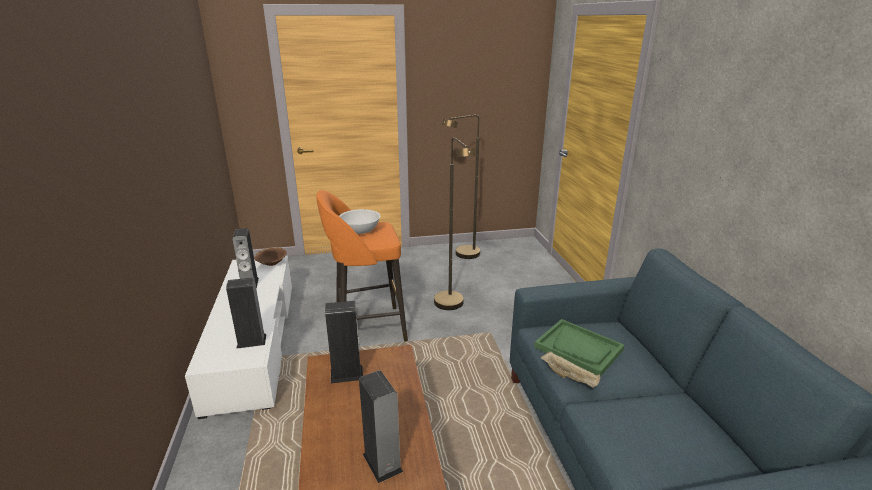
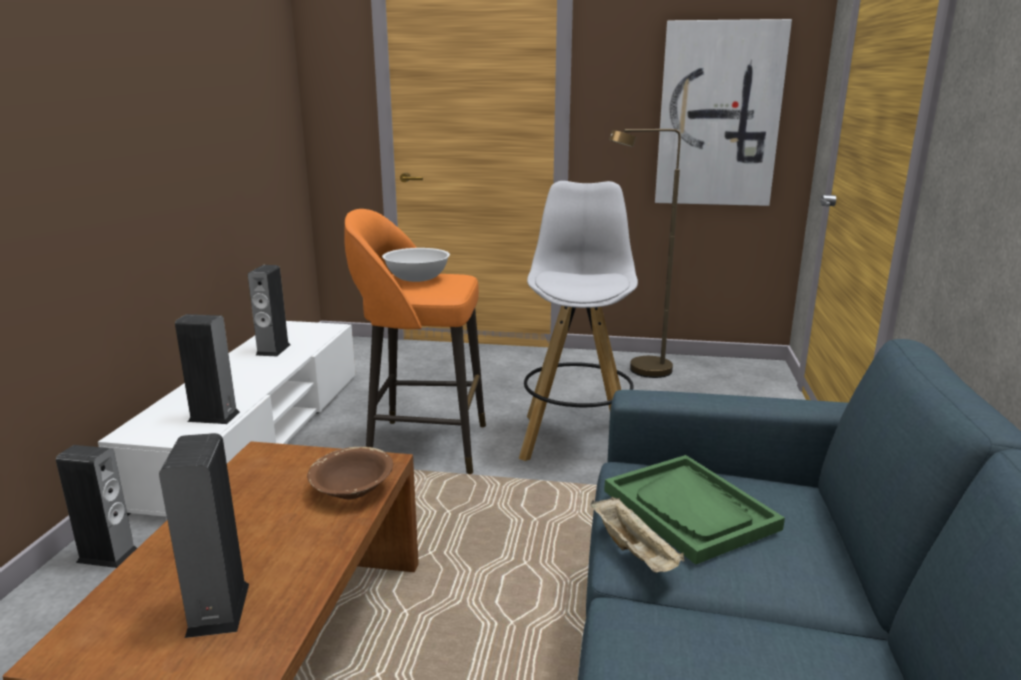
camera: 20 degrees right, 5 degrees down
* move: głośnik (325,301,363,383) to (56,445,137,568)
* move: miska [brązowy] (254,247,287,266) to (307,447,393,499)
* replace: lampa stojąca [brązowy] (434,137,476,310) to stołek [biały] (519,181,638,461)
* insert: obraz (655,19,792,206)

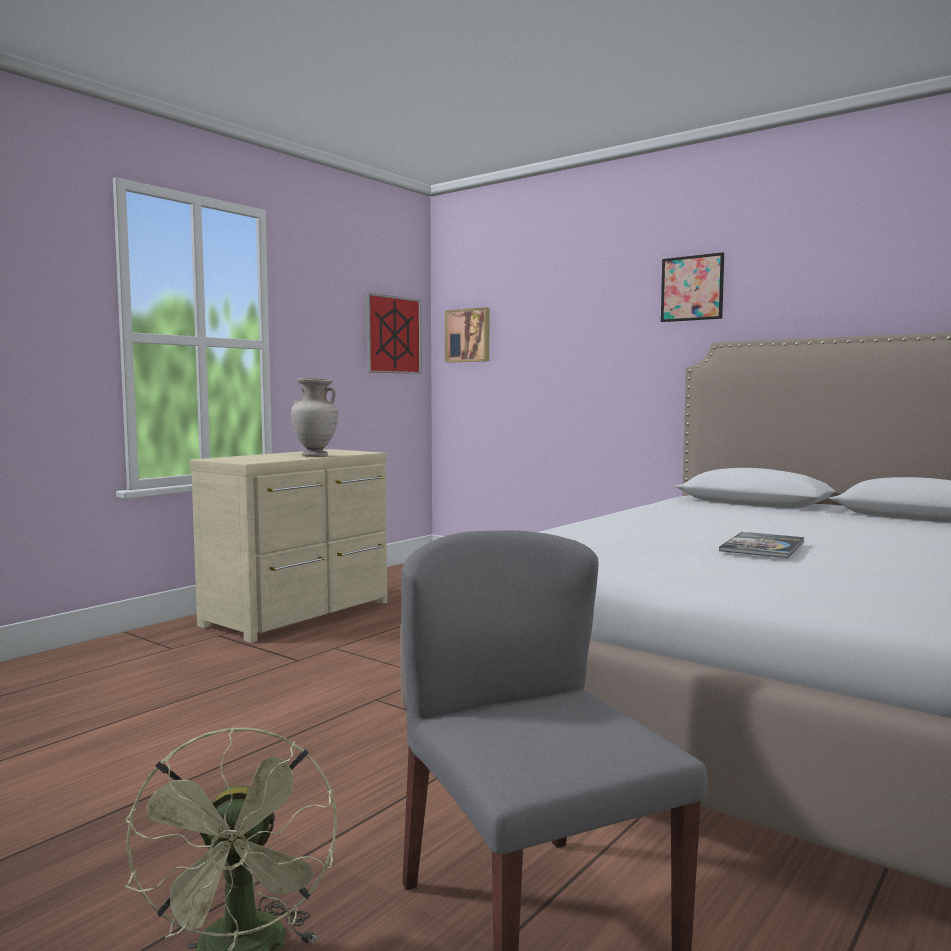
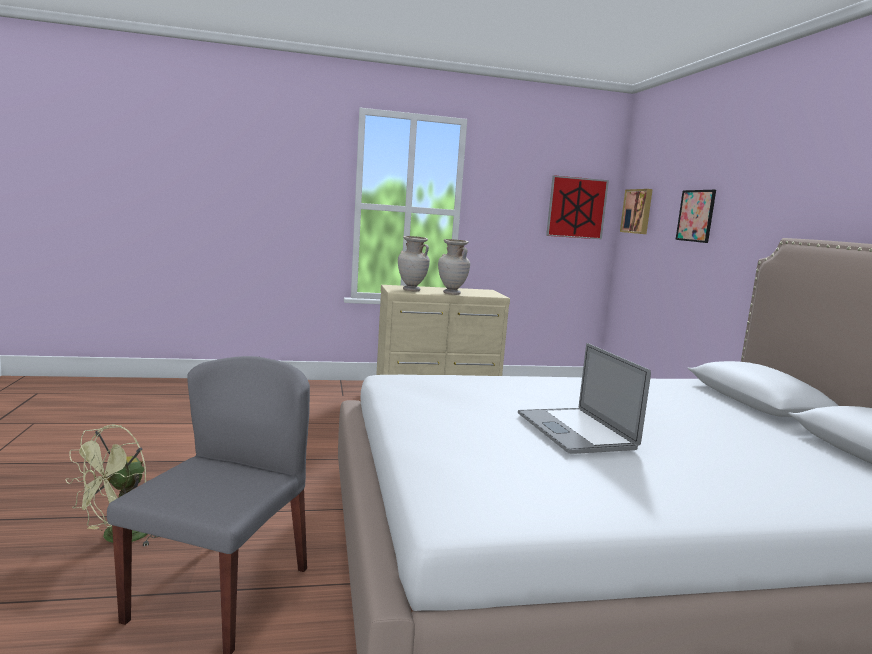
camera: 40 degrees right, 5 degrees up
* insert: wazon [beżowy] (398,236,430,292)
* replace: książka (719,532,805,558) to laptop (518,343,651,454)
* move: obraz (661,252,724,322) to (676,190,716,243)

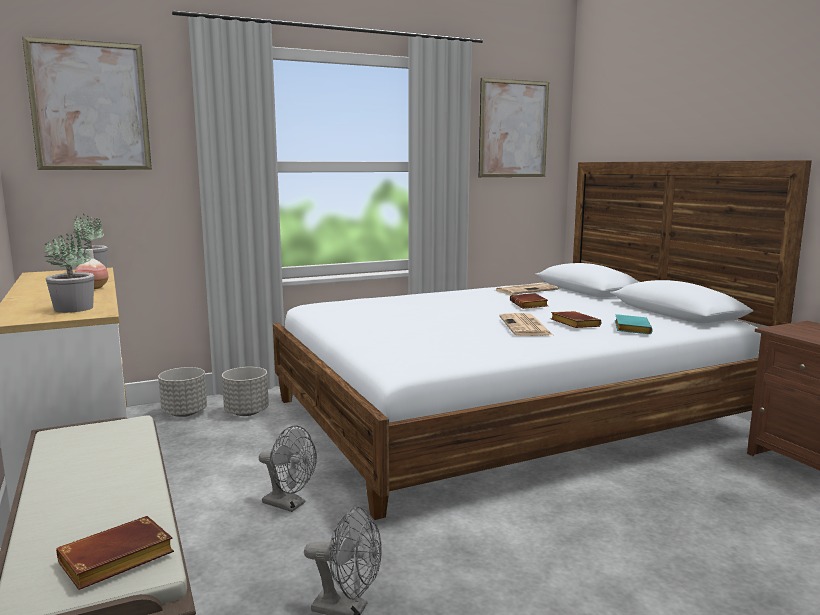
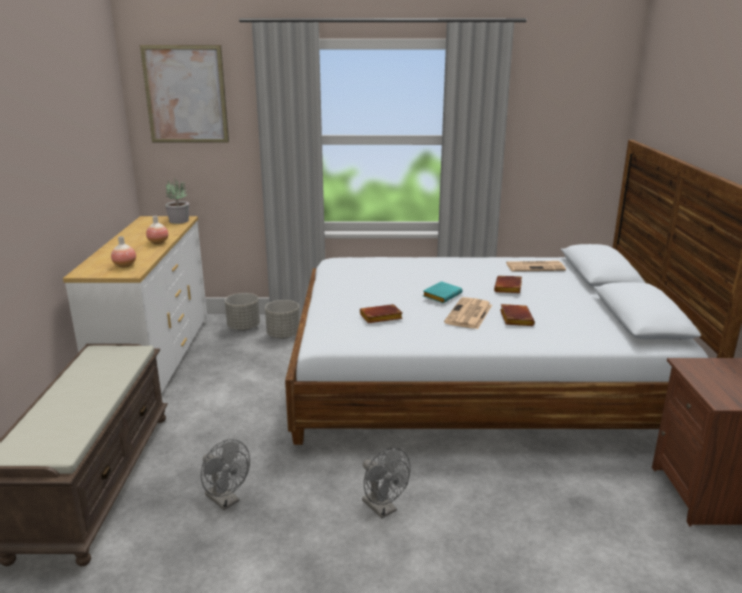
camera: 25 degrees right, 10 degrees up
* replace: roślina doniczkowa (44,231,94,313) to wazon (111,236,136,268)
* move: książka [brązowy] (56,516,174,590) to (360,304,403,323)
* move: wentylator [szary] (259,425,317,512) to (362,448,410,518)
* move: książka [turkusowy] (615,314,653,334) to (423,281,462,303)
* delete: obraz (479,78,549,177)

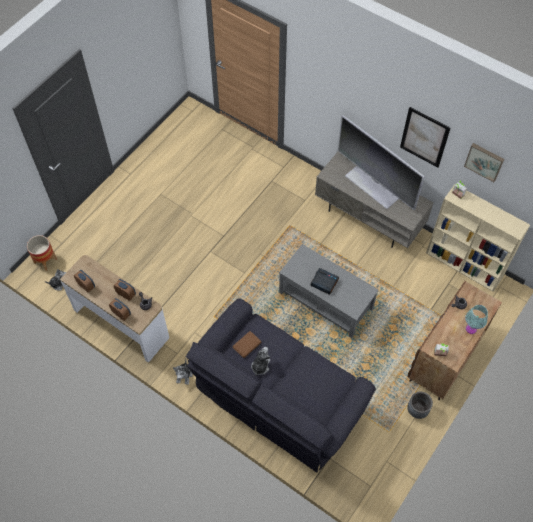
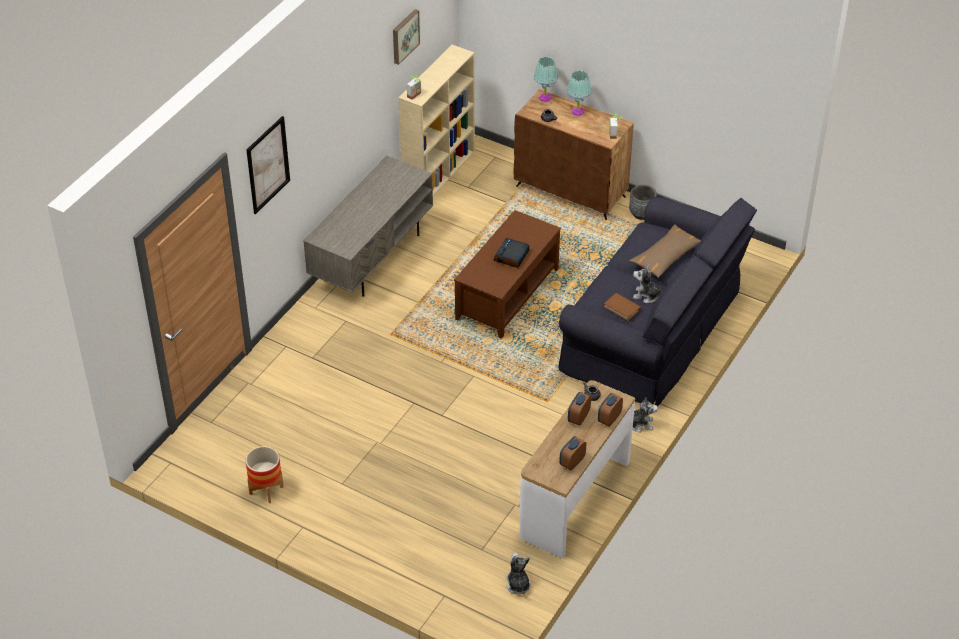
camera: 95 degrees left, 15 degrees down
* move: donica (27,235,57,271) to (245,446,284,503)
* move: obraz (400,107,451,168) to (246,116,290,214)
* recolor: ława [szary] (279,244,379,338) to ława [brązowy] (454,210,561,339)
* insert: lampa stołowa [turkusowy] (534,57,558,102)
* insert: poduszka [brązowy] (629,224,701,278)
* delete: telewizor (337,115,425,211)

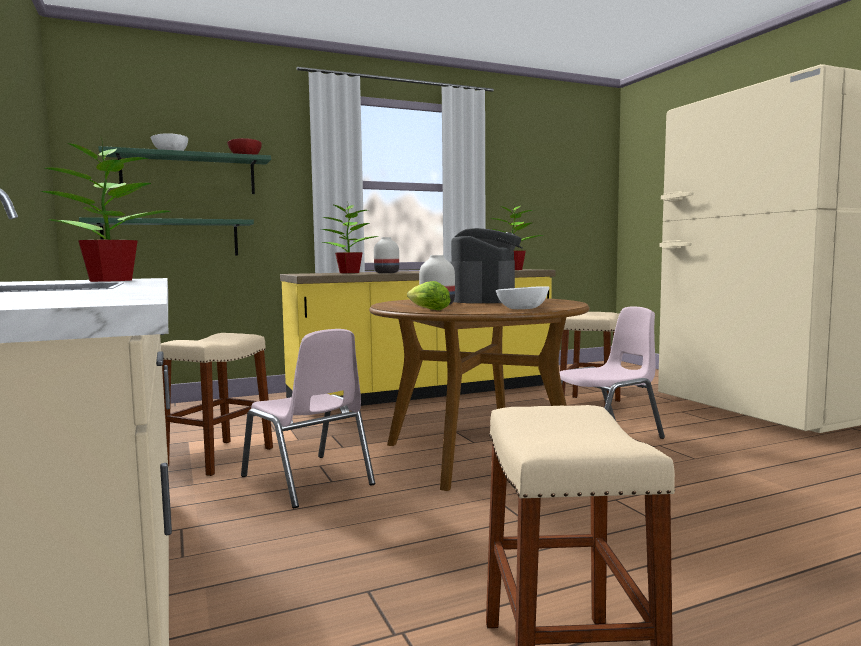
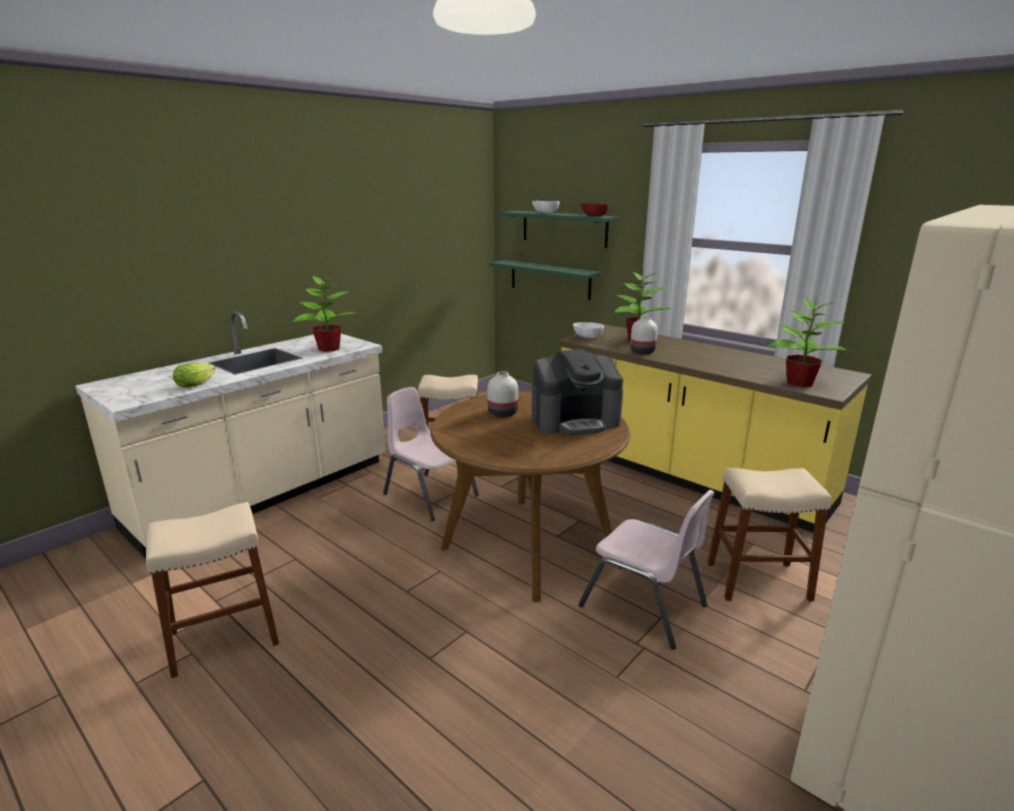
camera: 65 degrees right, 15 degrees up
* move: sałata (407,281,451,310) to (173,363,215,388)
* rotate: krzesło [różowy] (241,329,375,508) = (383,387,479,521) 105 degrees clockwise
* move: miska [biały] (496,286,549,309) to (573,322,604,338)

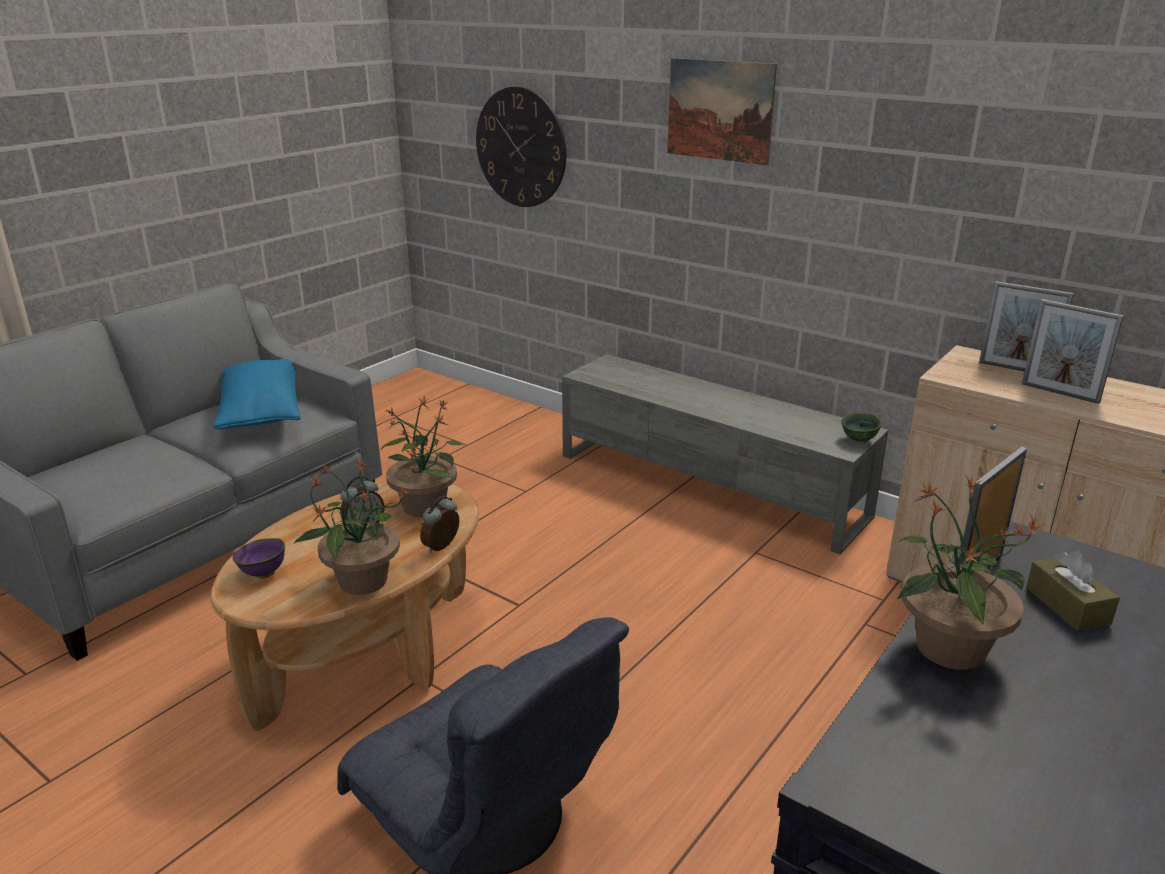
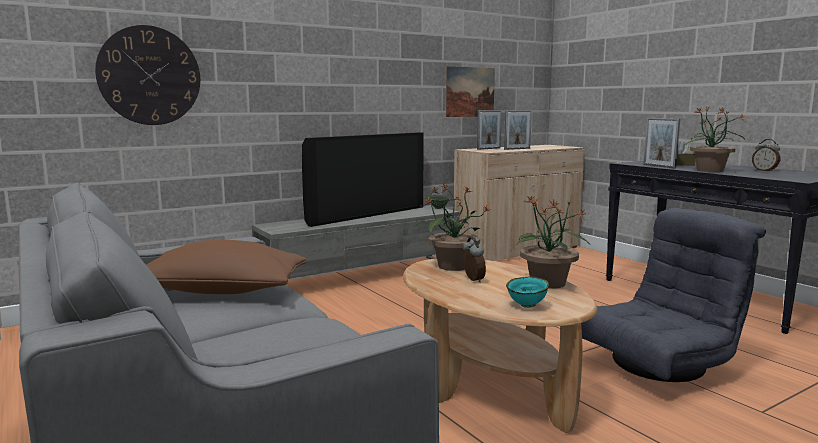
camera: 70 degrees left, 15 degrees down
* recolor: poduszka [niebieski] (213,359,301,429) to poduszka [brązowy] (147,240,307,294)
* insert: telewizor (302,132,424,227)
* move: obraz (667,58,777,165) to (446,66,495,117)
* recolor: miska [fioletowy] (232,538,285,579) to miska [turkusowy] (506,277,549,308)
* move: budzik (420,496,459,553) to (752,139,780,172)

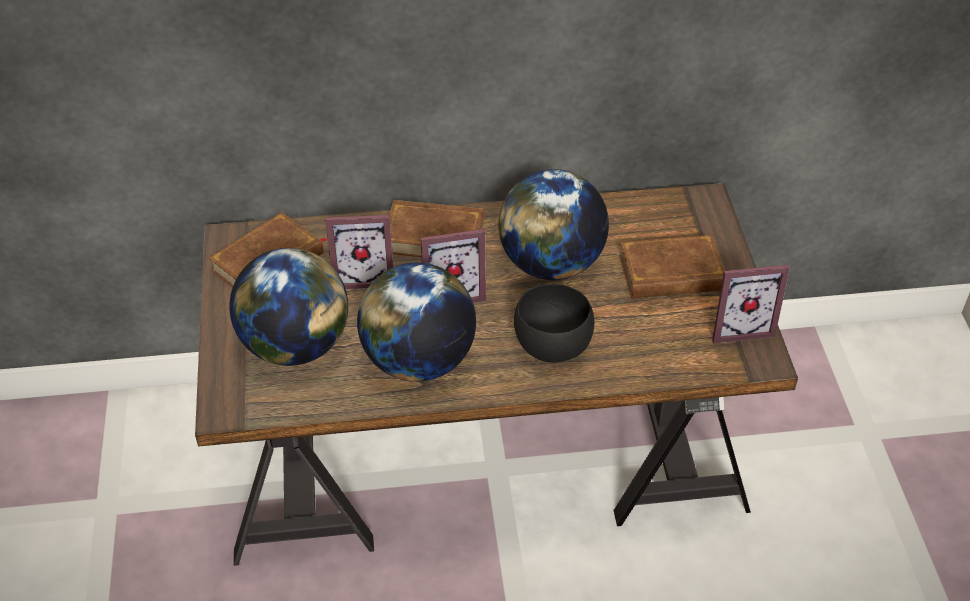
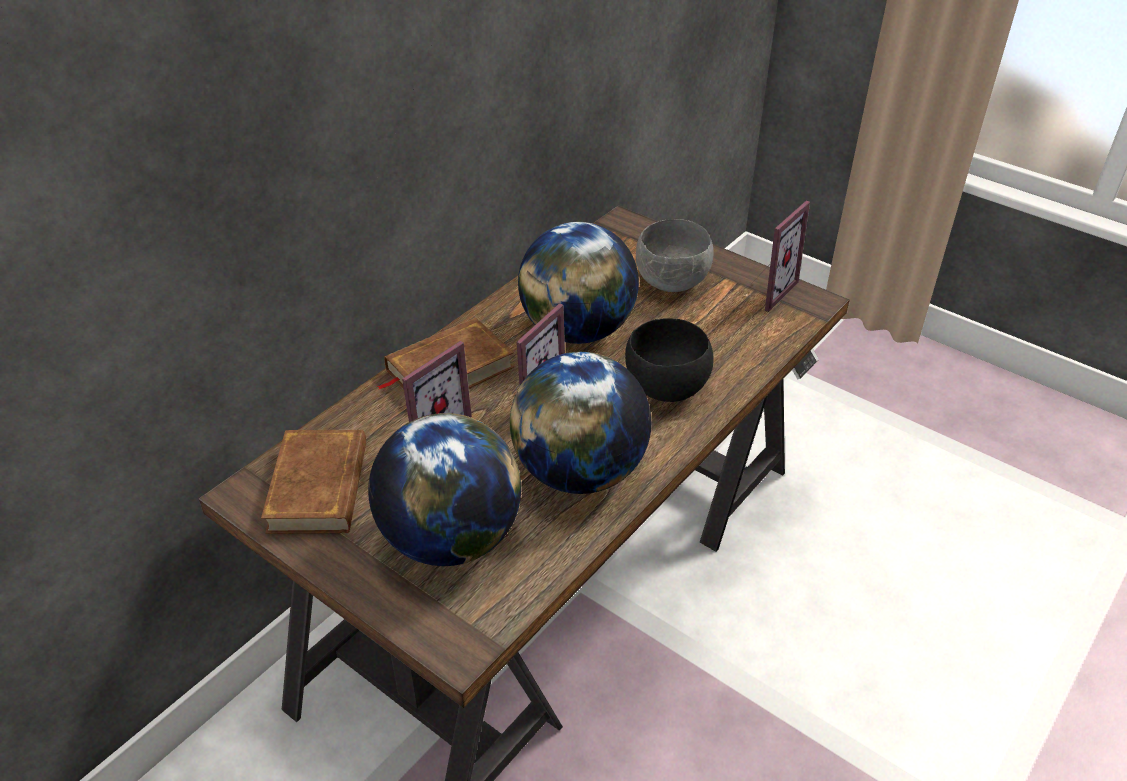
camera: 45 degrees left, 5 degrees down
* replace: książka [brązowy] (619,235,725,298) to miska [szary] (636,219,714,292)

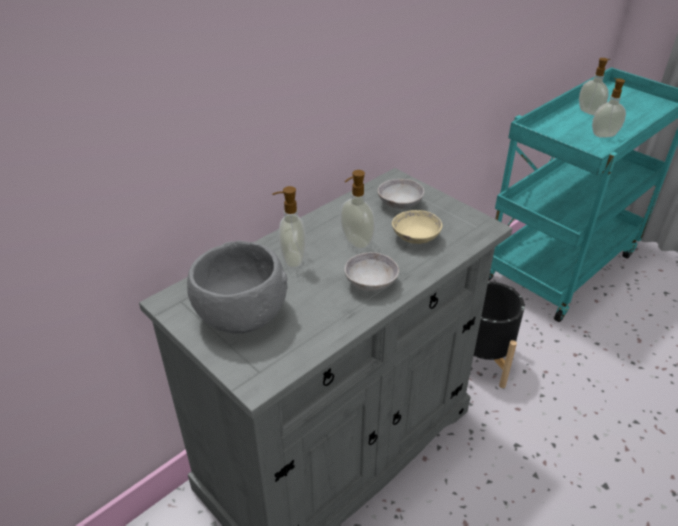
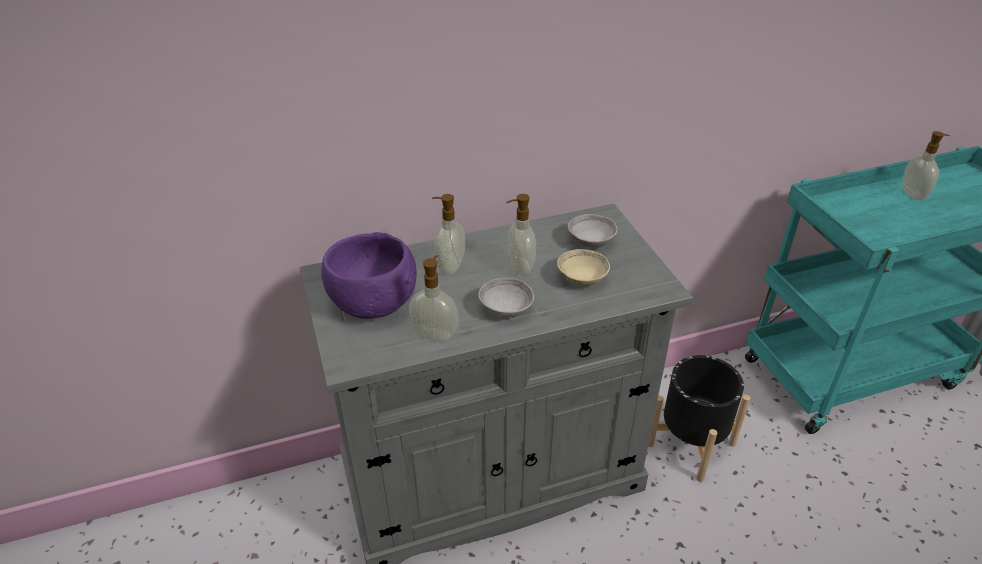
camera: 25 degrees right, 0 degrees up
* recolor: miska [szary] (187,241,288,334) to miska [fioletowy] (321,232,417,319)
* move: dozownik mydła (592,78,626,138) to (409,255,459,342)

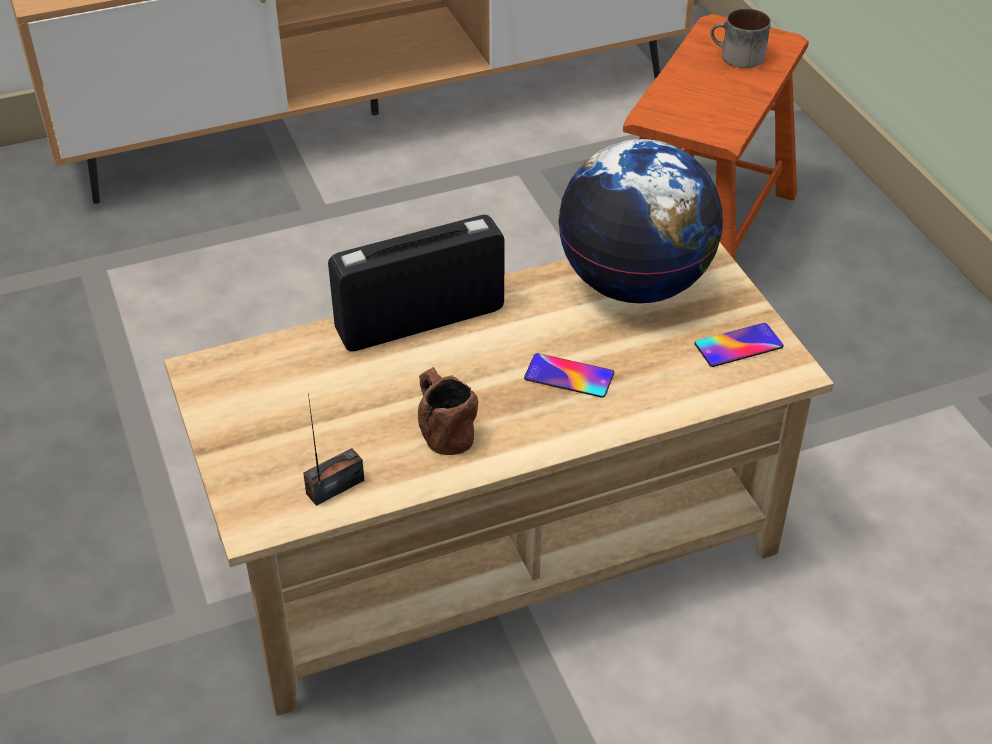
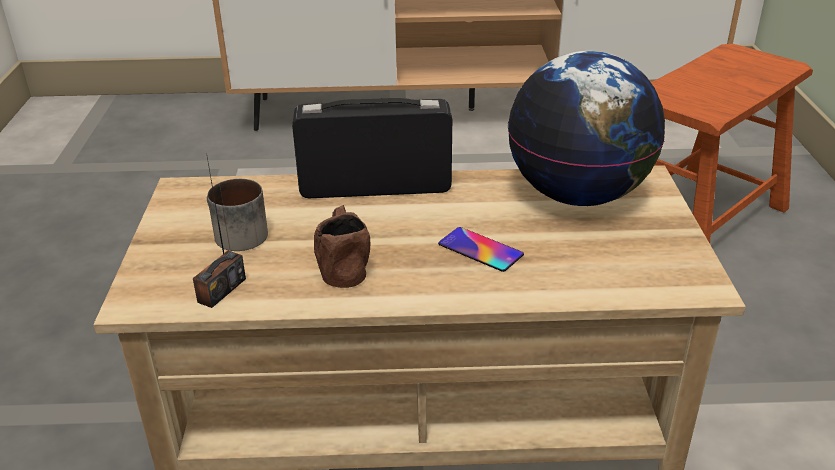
camera: 20 degrees right, 10 degrees down
* rotate: radio (303,393,364,506) = (193,157,246,308) 135 degrees clockwise
* move: kubek (710,8,771,68) to (207,179,268,251)
* delete: telefon (694,323,784,367)

